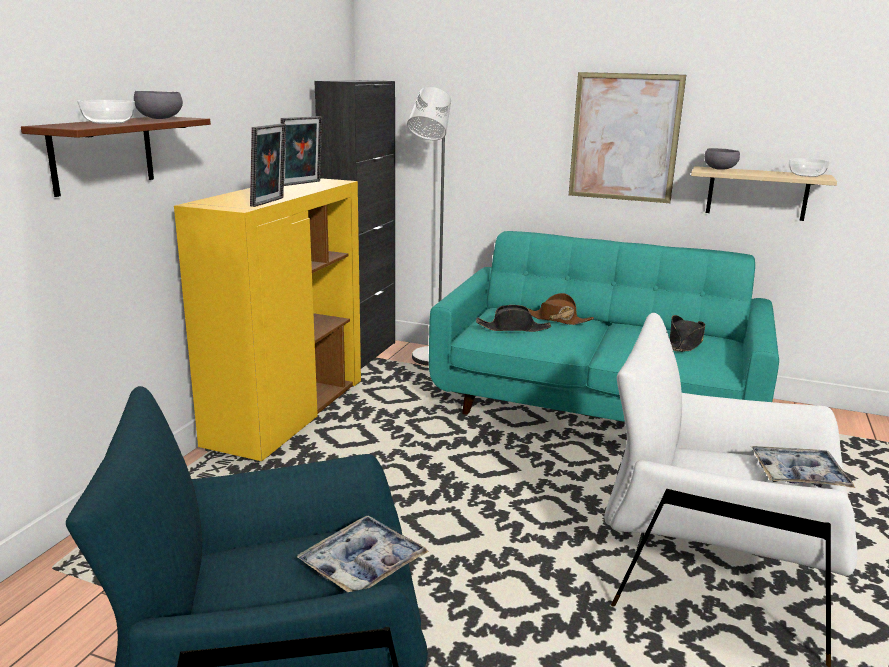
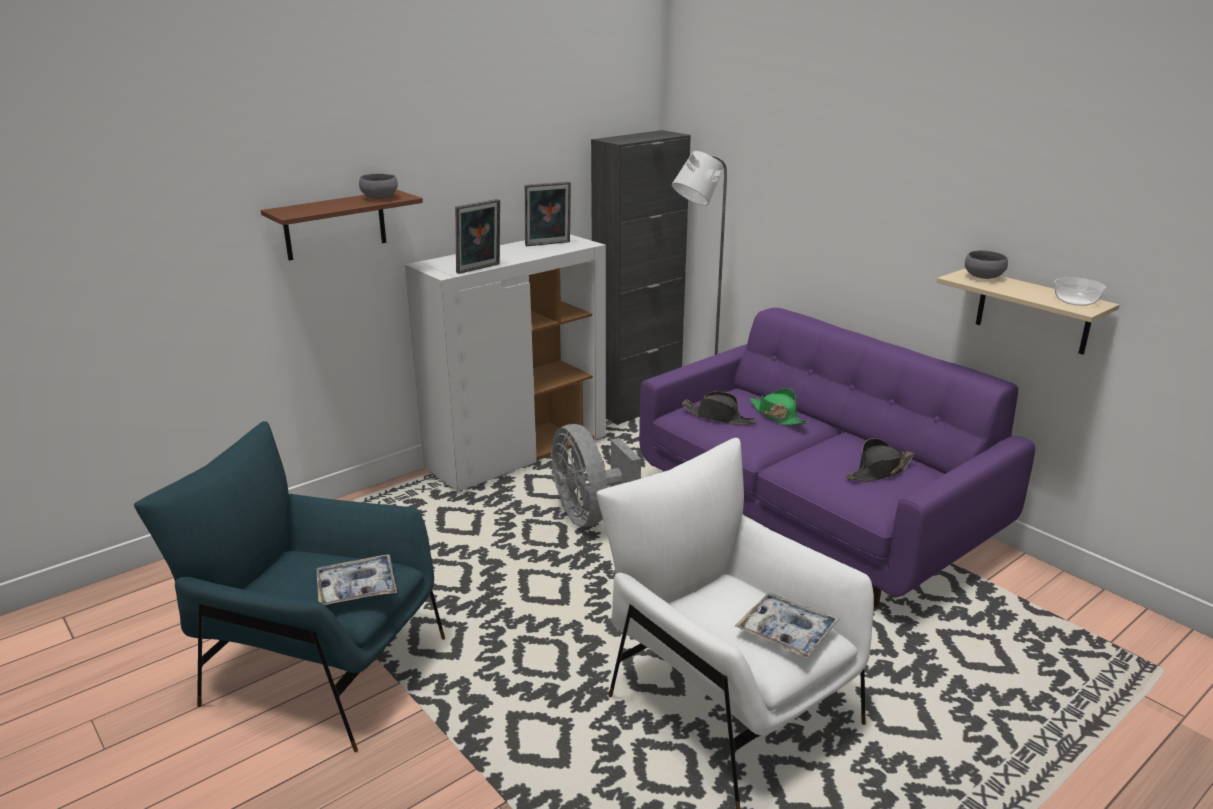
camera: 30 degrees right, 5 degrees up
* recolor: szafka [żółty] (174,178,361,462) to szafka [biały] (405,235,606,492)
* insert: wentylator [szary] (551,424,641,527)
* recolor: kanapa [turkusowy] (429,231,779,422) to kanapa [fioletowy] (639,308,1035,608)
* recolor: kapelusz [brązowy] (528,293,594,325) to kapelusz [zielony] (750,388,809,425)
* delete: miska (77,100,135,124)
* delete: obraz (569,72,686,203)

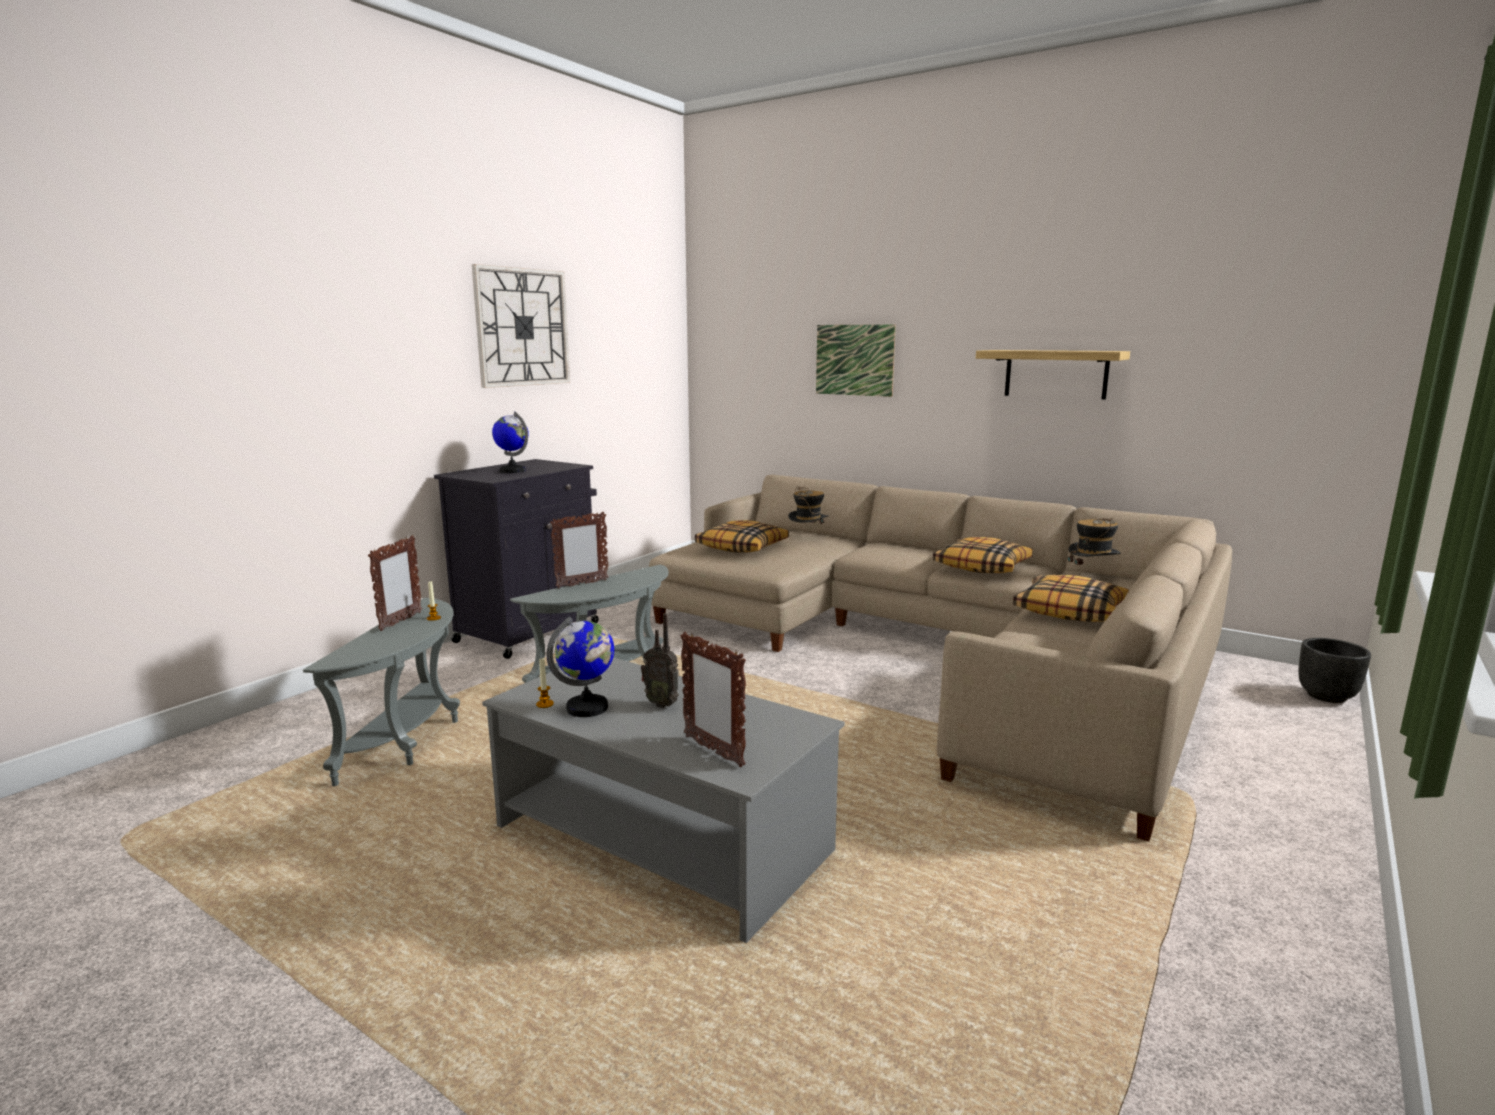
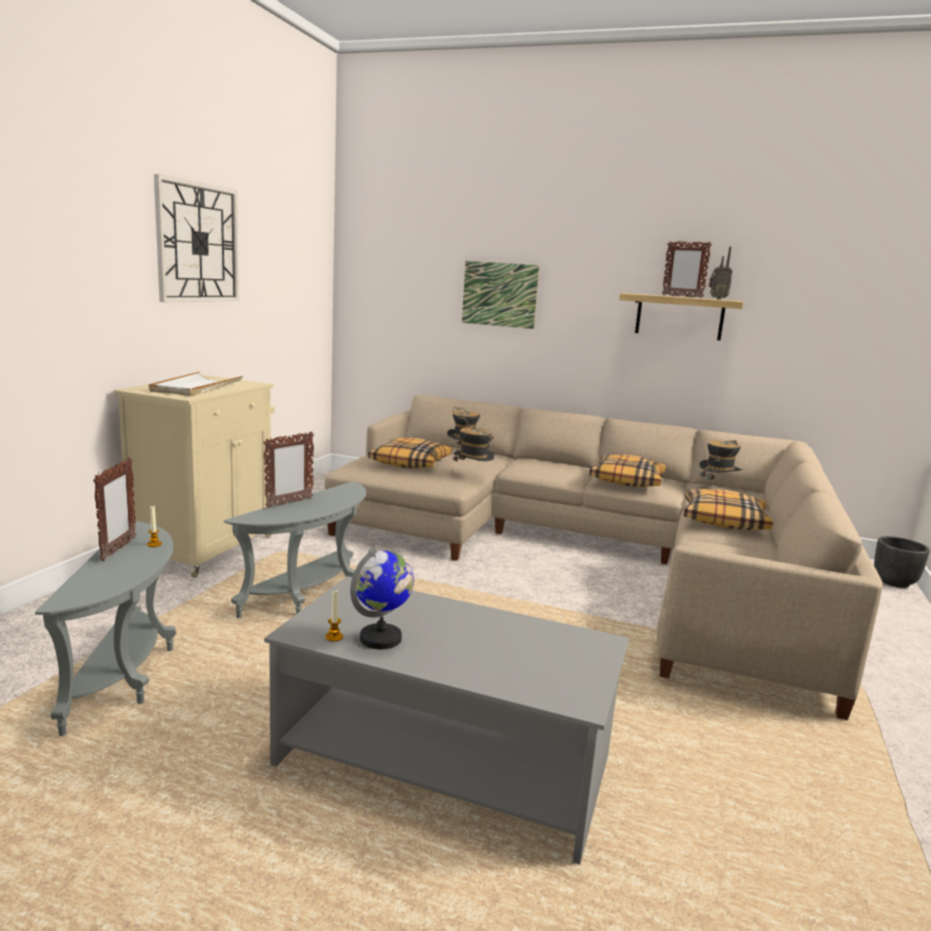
camera: 15 degrees left, 0 degrees up
* recolor: szafka [czarny] (434,459,599,659) to szafka [beżowy] (113,375,275,578)
* replace: globus (492,411,529,473) to taca [biały] (149,372,243,396)
* insert: kapelusz (452,426,494,472)
* move: ramka na zdjęcie (680,632,746,767) to (662,241,712,298)
* move: radio (641,614,679,708) to (708,247,732,300)

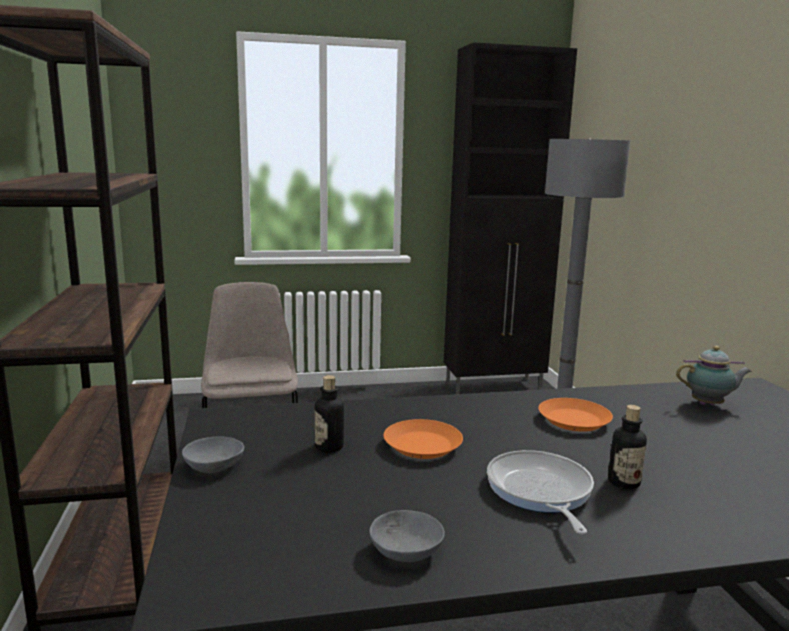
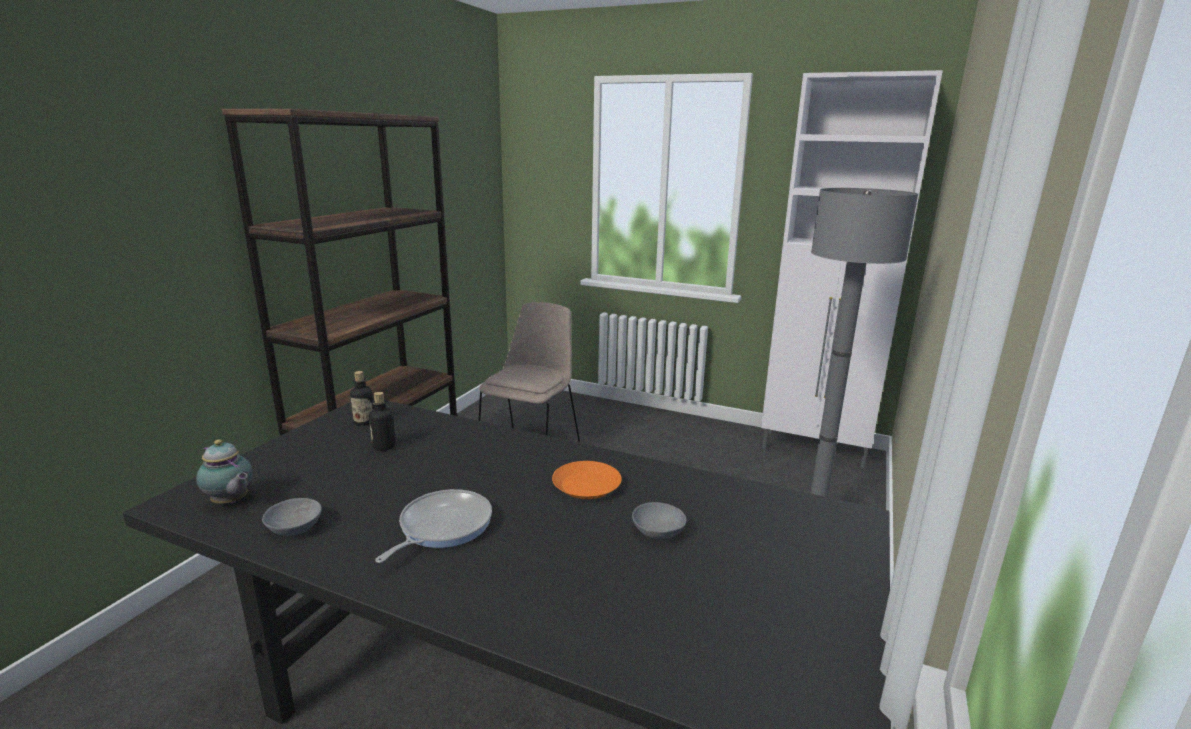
camera: 35 degrees right, 5 degrees up
* move: imbryk (676,346,752,405) to (196,439,253,504)
* move: butelka (608,405,647,489) to (350,371,374,426)
* move: miska [szary] (182,436,245,473) to (632,502,687,539)
* recolor: szafka [czarny] (444,42,577,394) to szafka [biały] (761,70,943,468)
* delete: talerz [pomarańczowy] (384,419,463,459)

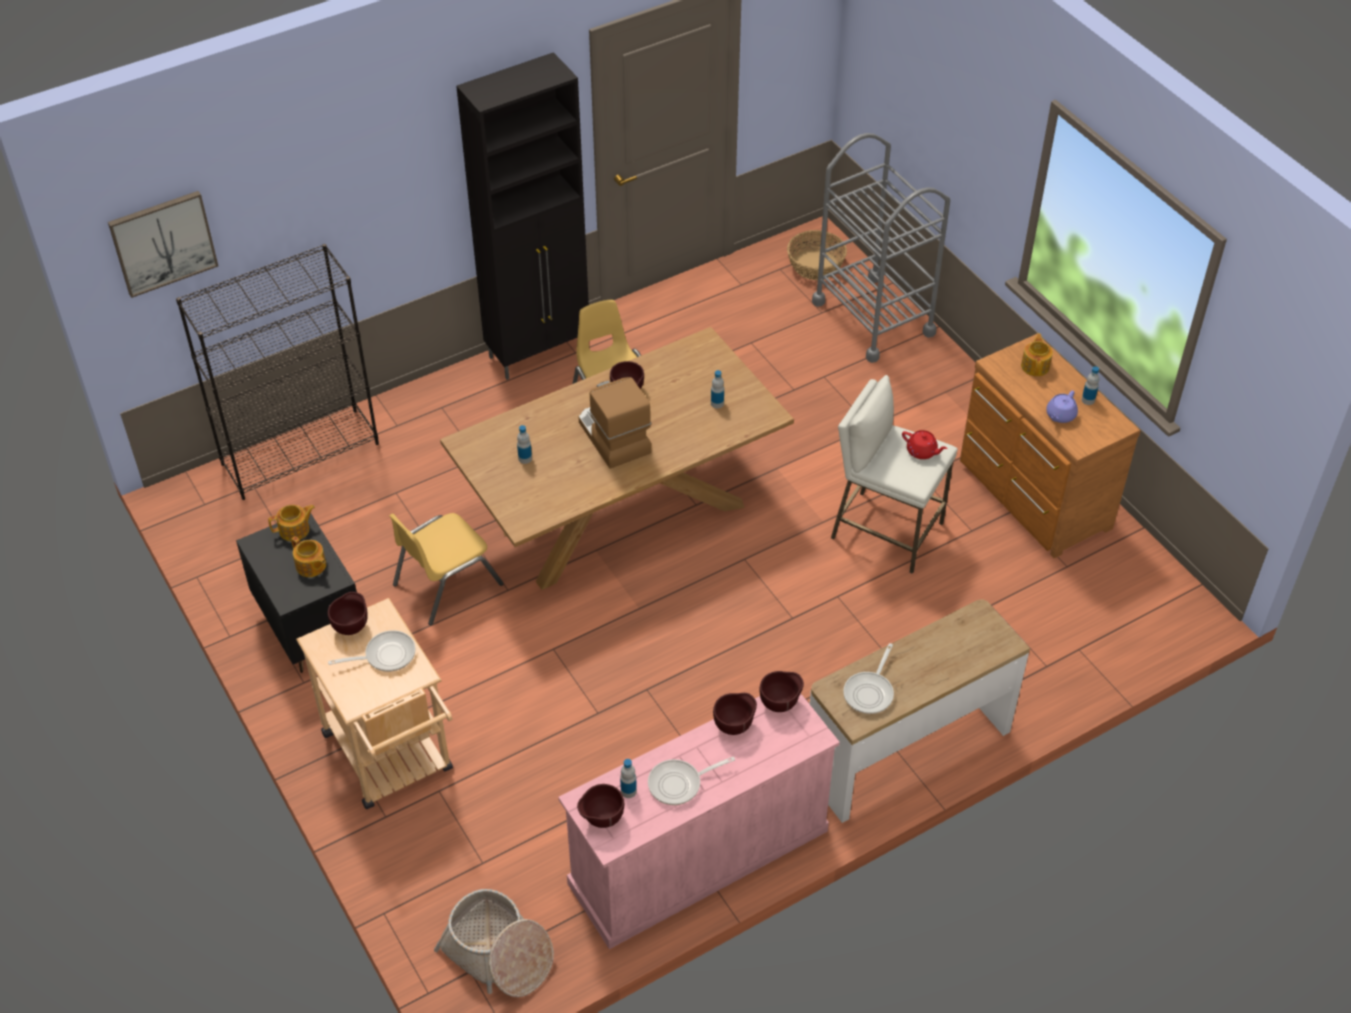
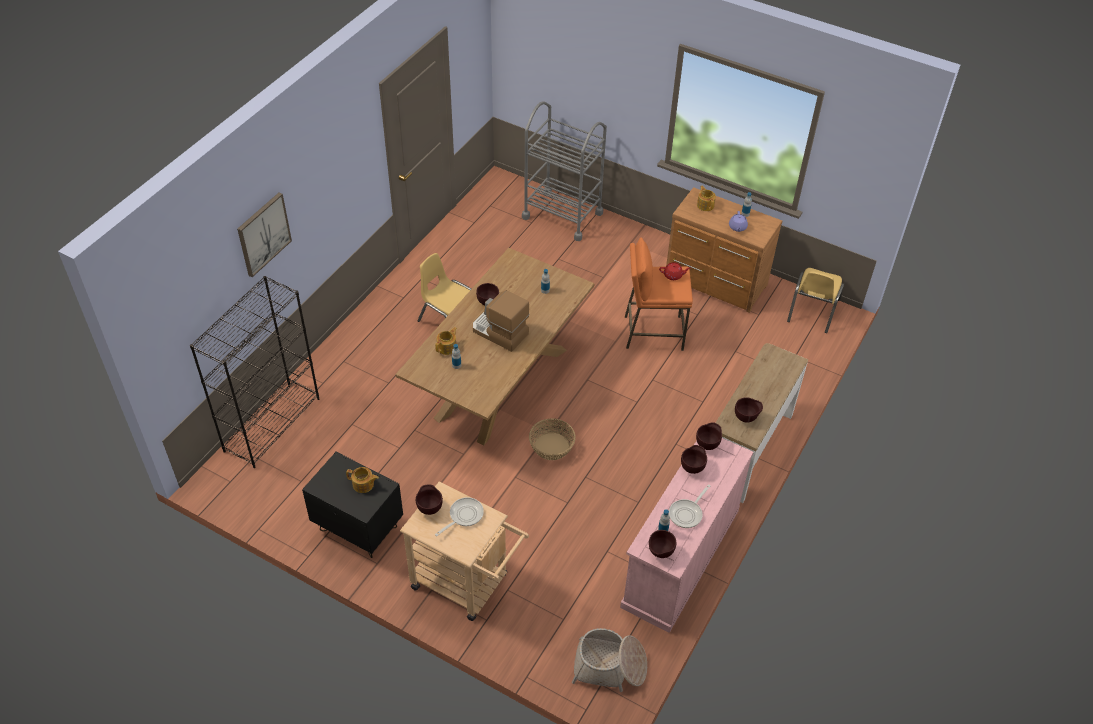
camera: 30 degrees left, 0 degrees up
* move: obraz (108,191,218,298) to (237,193,292,277)
* move: imbryk (268,505,315,541) to (435,327,457,355)
* move: koszyk (787,230,847,280) to (529,418,576,460)
* recolor: stołek [biały] (831,375,958,574) to stołek [pomarańczowy] (625,237,693,351)
* replace: patelnia (843,643,894,714) to miska [brązowy] (735,397,763,423)
* move: krzesło [żółty] (389,513,504,625) to (787,268,844,333)
* delete: szafka [czarny] (456,52,589,380)

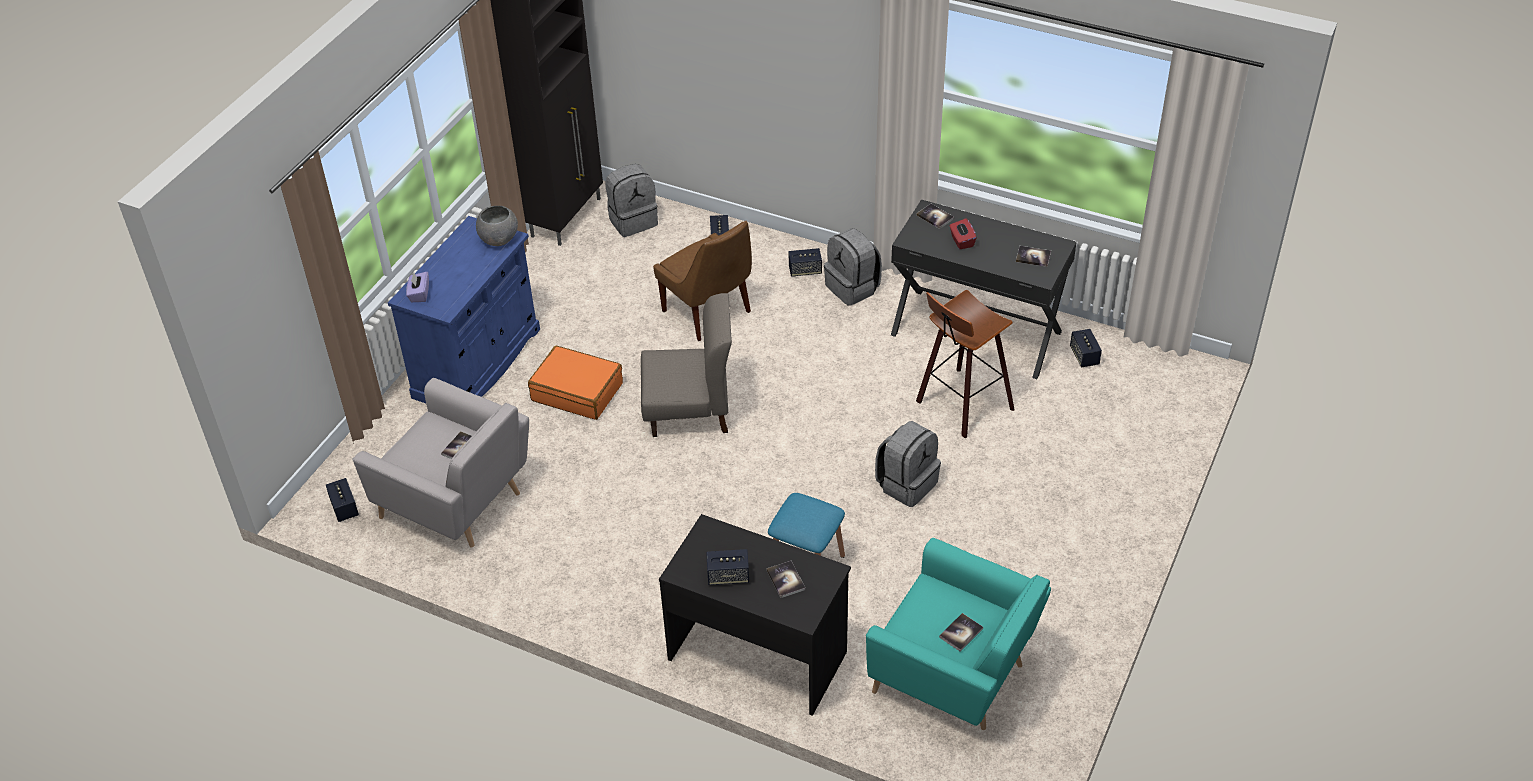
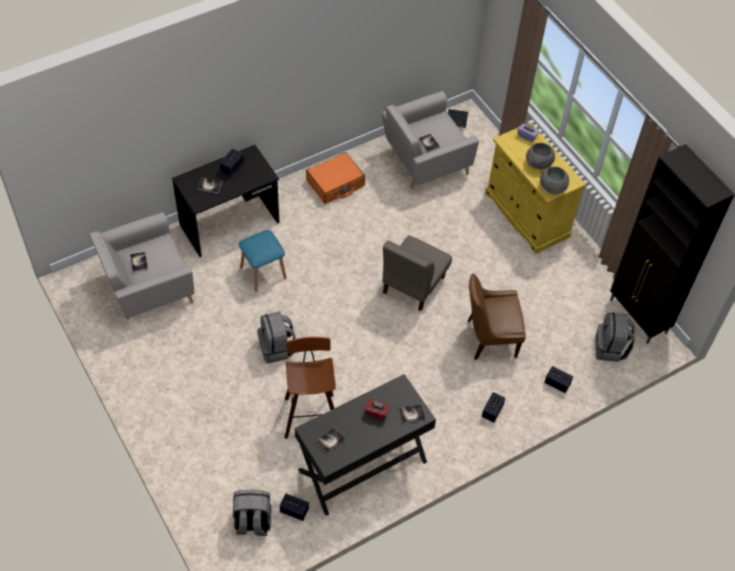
camera: 120 degrees right, 10 degrees up
* recolor: fotel [turkusowy] (866,538,1051,730) to fotel [szary] (89,212,194,319)
* move: plecak [szary] (824,228,882,306) to (233,490,272,536)
* move: walizka [pomarańczowy] (528,346,623,420) to (306,152,365,204)
* recolor: szafka [niebieski] (388,216,540,403) to szafka [żółty] (485,122,586,254)
* insert: miska [szary] (526,143,555,170)

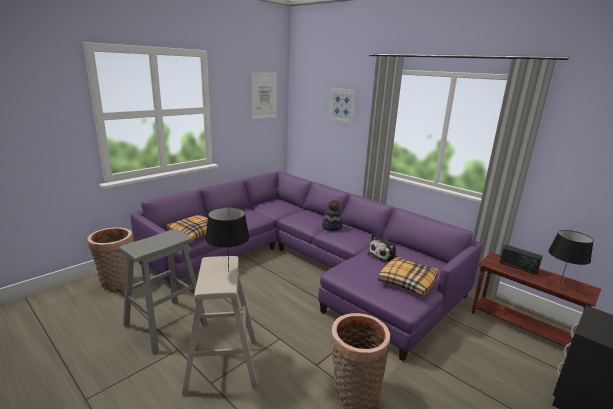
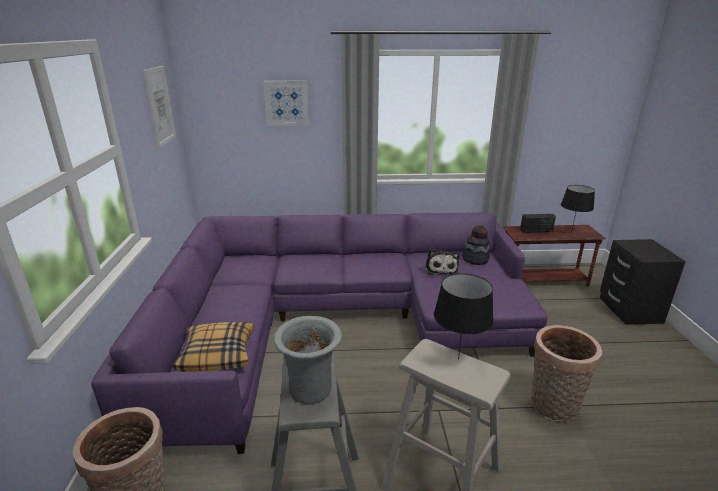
camera: 45 degrees left, 5 degrees up
* insert: wazon [szary] (274,316,342,404)
* move: kapelusz (322,200,343,231) to (462,225,490,265)
* delete: poduszka (378,257,438,296)

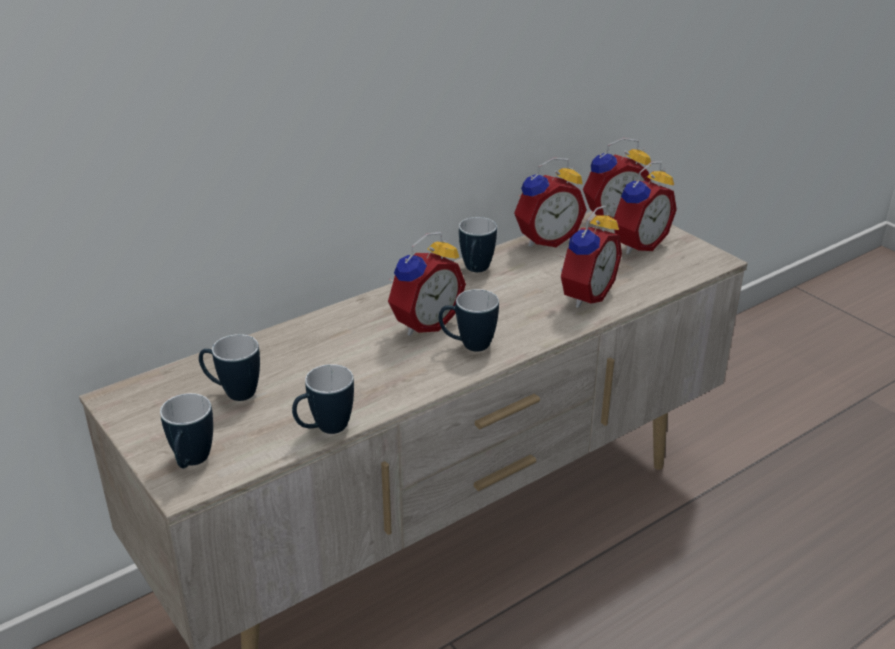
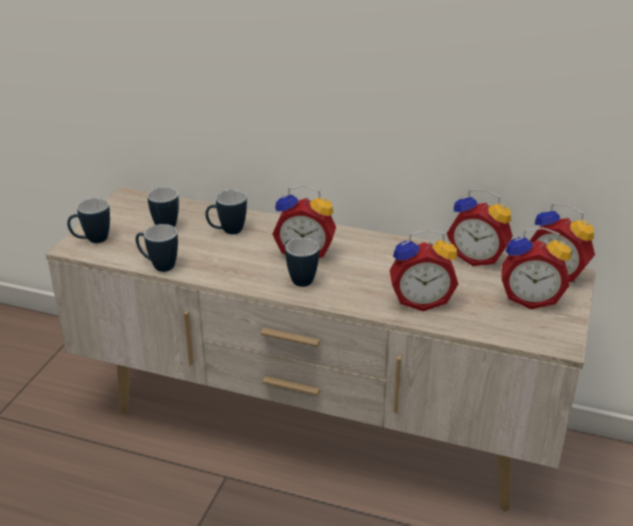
camera: 55 degrees right, 0 degrees up
* move: kubek (459,217,497,272) to (205,190,247,234)

